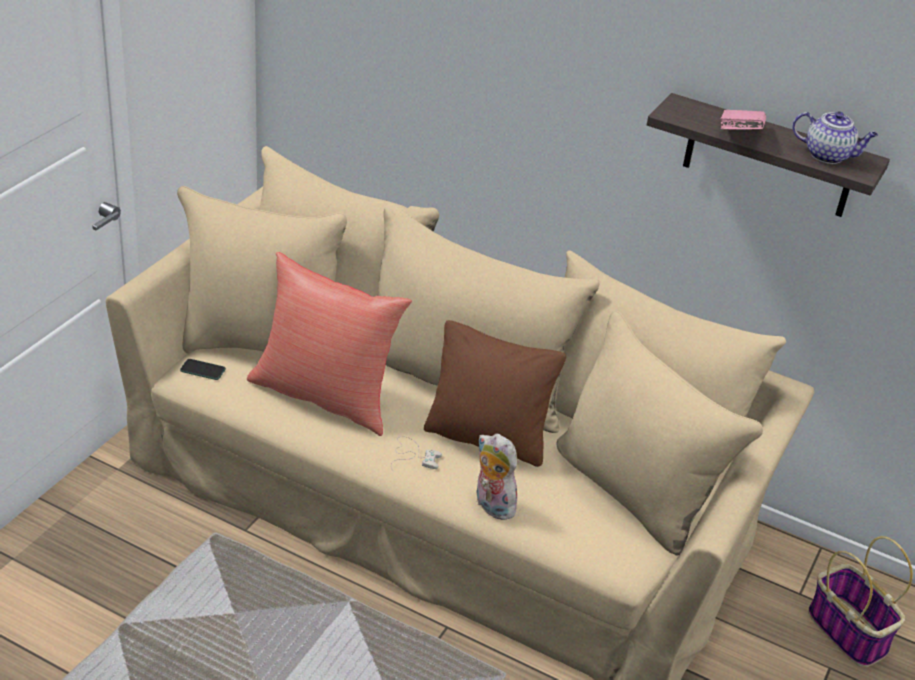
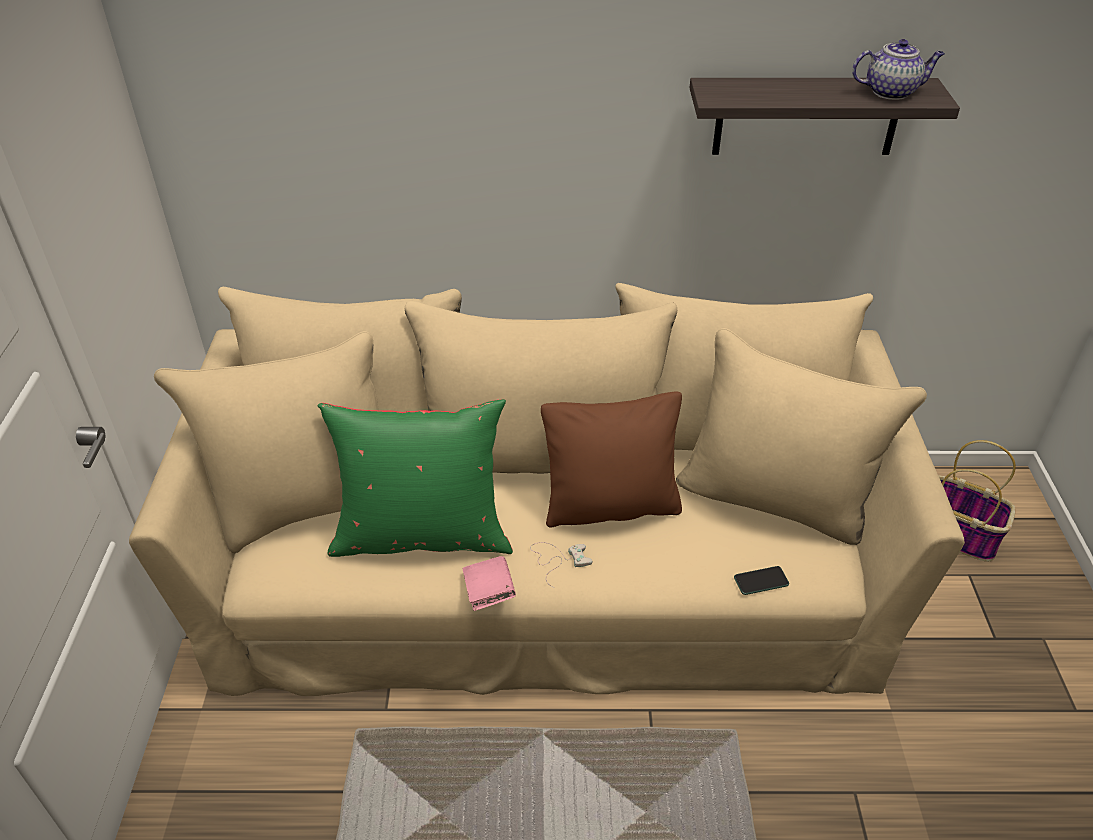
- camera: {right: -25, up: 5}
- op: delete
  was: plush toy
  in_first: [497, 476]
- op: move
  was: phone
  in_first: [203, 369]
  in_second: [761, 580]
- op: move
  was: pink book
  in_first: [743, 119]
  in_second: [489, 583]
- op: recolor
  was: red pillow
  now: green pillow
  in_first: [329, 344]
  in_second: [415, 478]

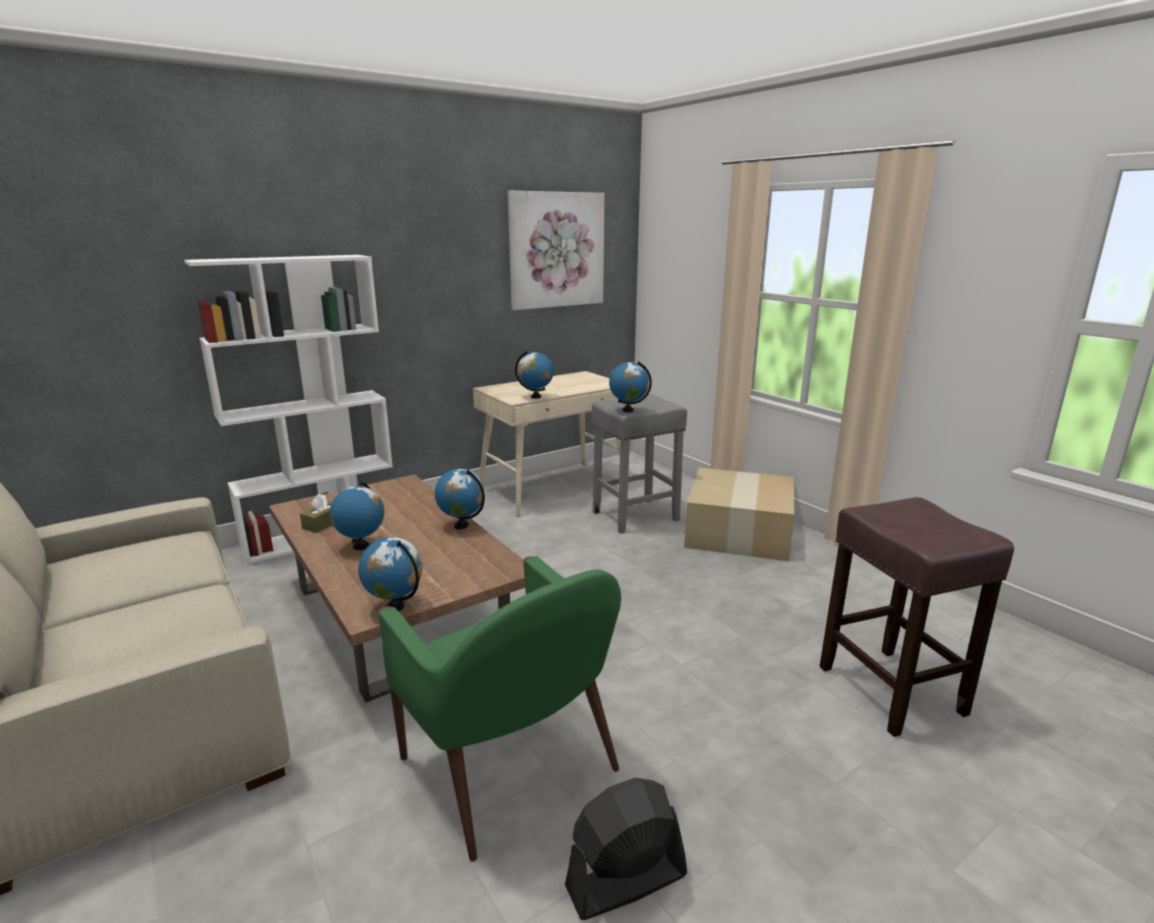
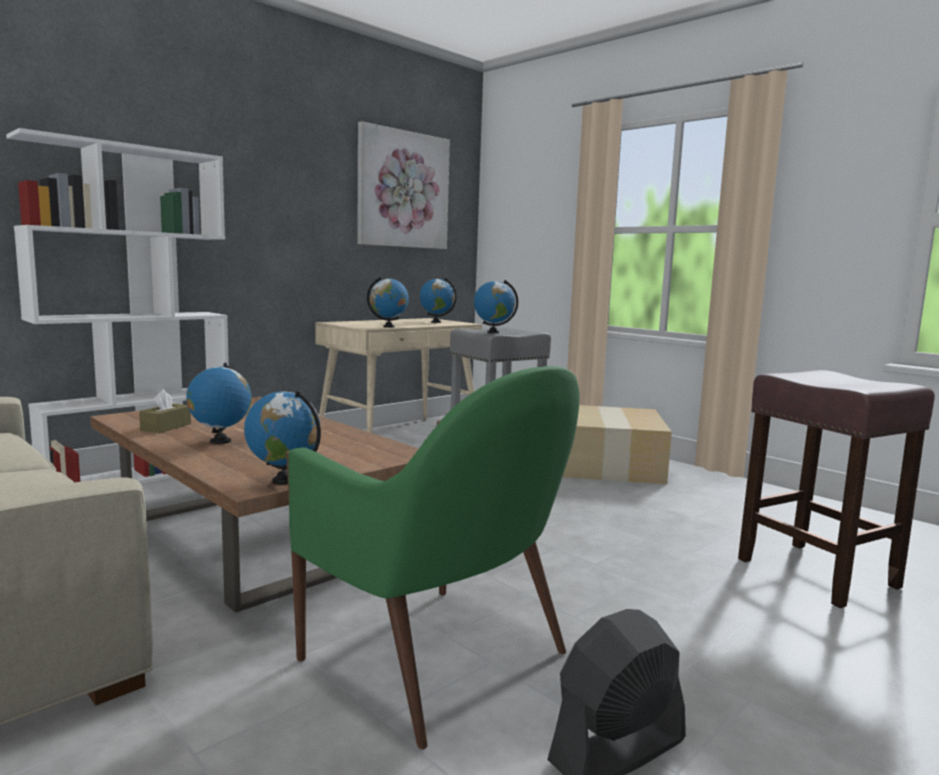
- camera: {right: -10, up: -10}
- op: move
  was: globe
  in_first: [460, 499]
  in_second: [438, 300]

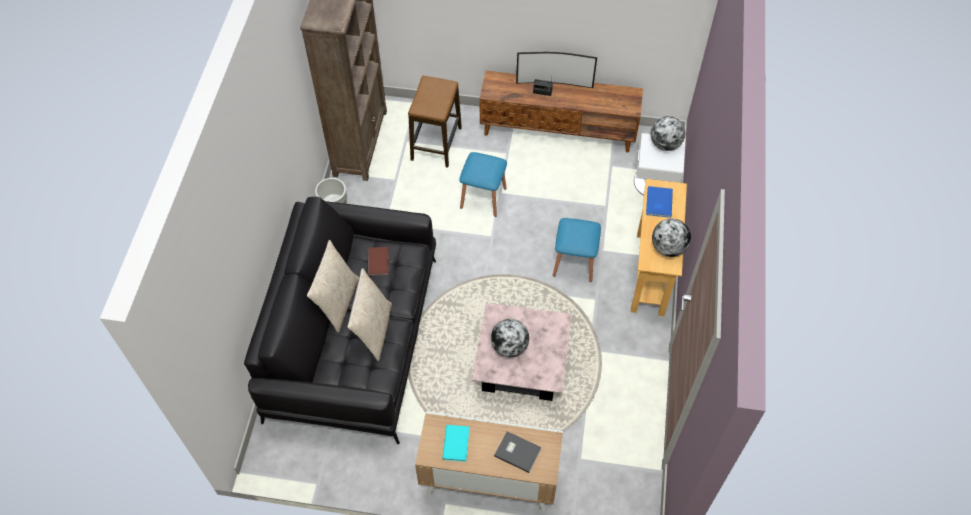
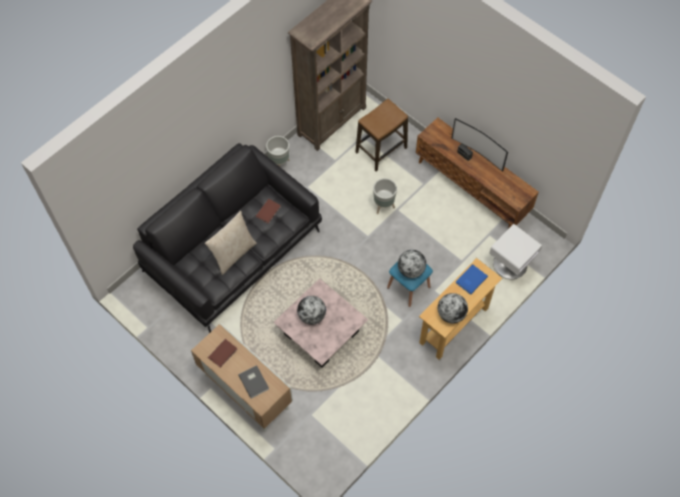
- camera: {right: 35, up: 5}
- op: delete
  was: beige pillow
  in_first: [333, 286]
- op: move
  was: globe
  in_first: [668, 133]
  in_second: [412, 264]
- op: replace
  was: blue stool
  now: grey planter
  in_first: [483, 184]
  in_second: [385, 196]
- op: recolor
  was: turquoise book
  now: brown book
  in_first: [455, 443]
  in_second: [223, 353]

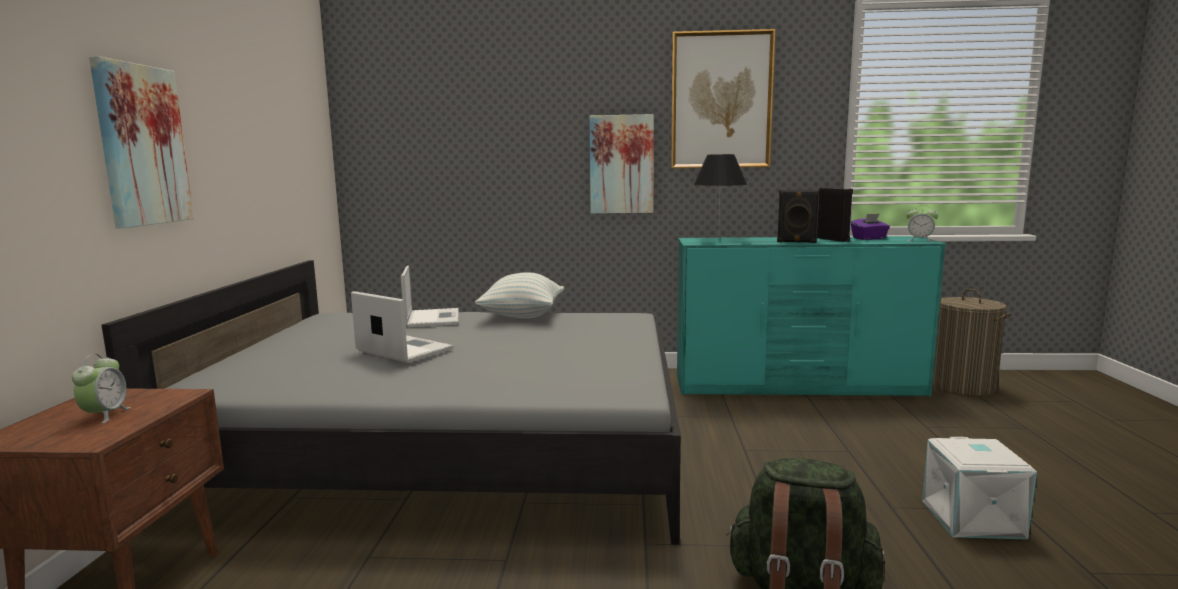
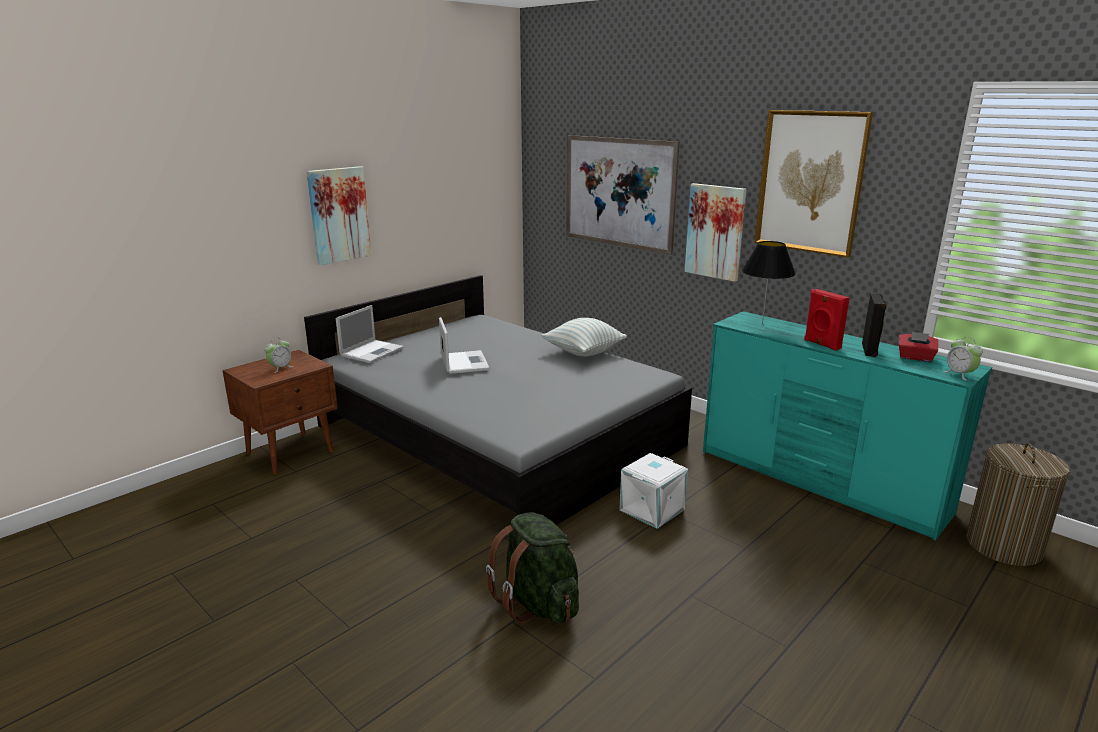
- camera: {right: 40, up: 10}
- op: insert
  now: picture
  in_second: [623, 195]
- op: move
  was: laptop
  in_first: [430, 296]
  in_second: [370, 334]
- op: move
  was: white storage box
  in_first: [979, 488]
  in_second: [653, 491]
- op: recolor
  was: black speaker
  now: red speaker
  in_first: [798, 216]
  in_second: [827, 320]
- op: recolor
  was: purple tissue box
  now: red tissue box
  in_first: [870, 227]
  in_second: [918, 346]

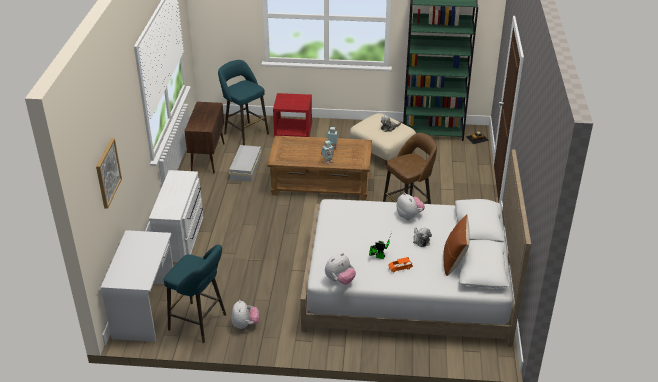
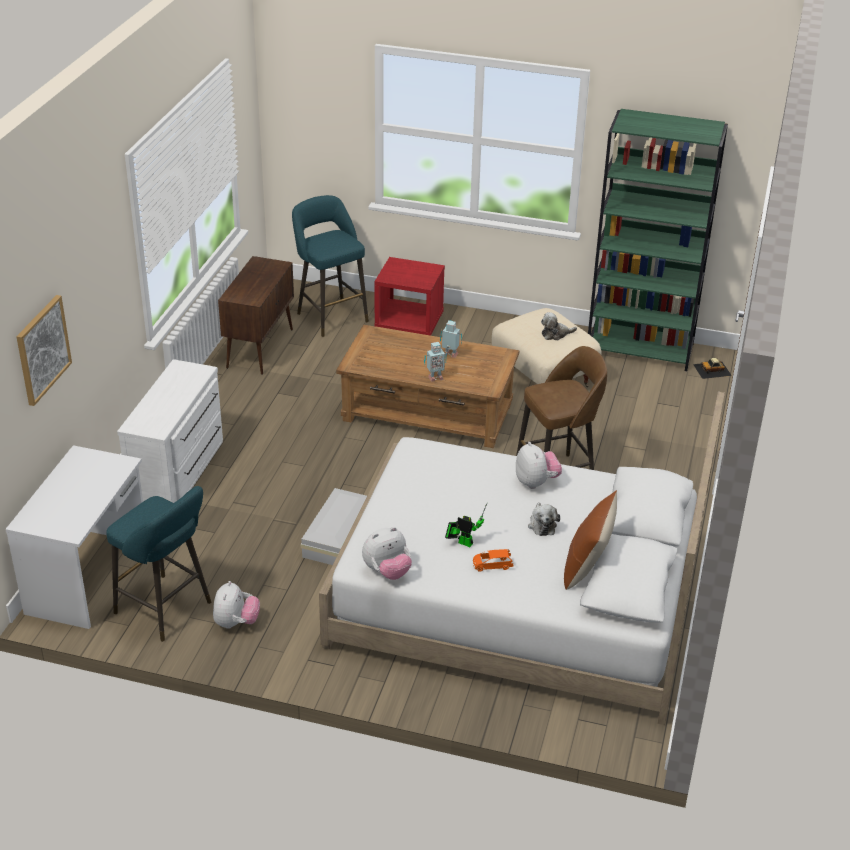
- camera: {right: 10, up: 0}
- op: move
  was: white storage box
  in_first: [245, 163]
  in_second: [334, 526]

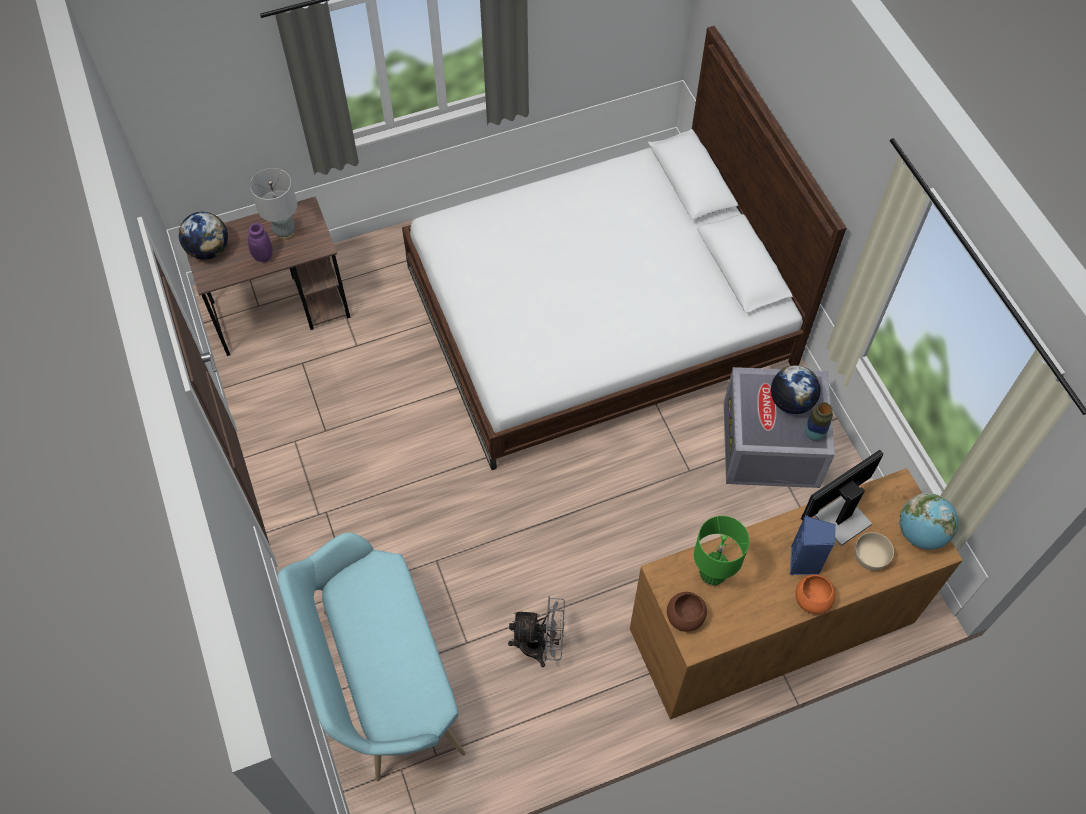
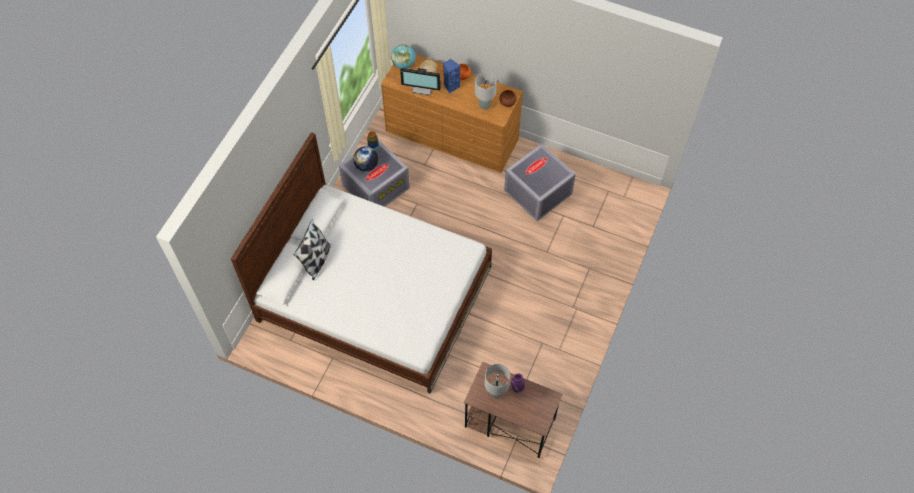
- camera: {right: -135, up: 0}
- op: delete
  was: globe
  in_first: [203, 236]
- op: delete
  was: turquoise bench
  in_first: [372, 657]
- op: insert
  now: pillow
  in_second: [312, 249]
- op: replace
  was: grey fan
  now: grey storage box
  in_first: [536, 631]
  in_second: [540, 182]
- op: recolor
  was: green table lamp
  now: grey table lamp
  in_first: [721, 551]
  in_second: [486, 91]

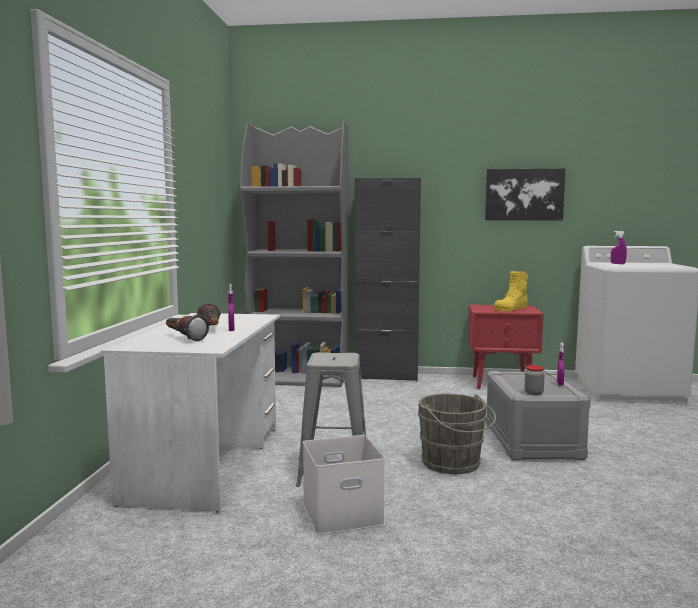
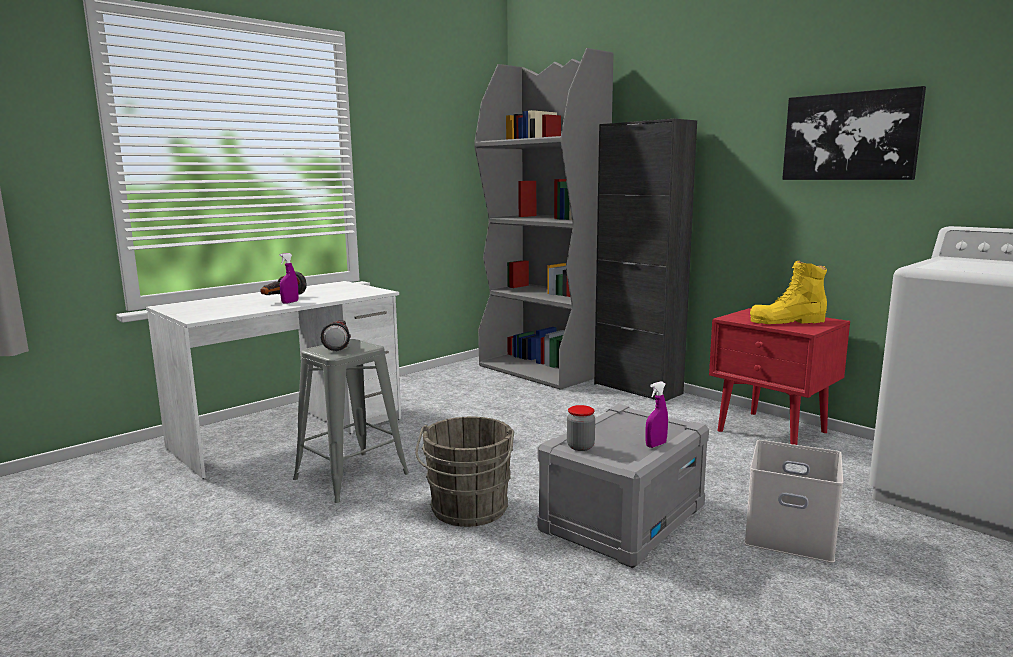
- camera: {right: 40, up: 5}
- op: delete
  was: purple spray bottle
  in_first: [619, 247]
- op: move
  was: flashlight
  in_first: [187, 328]
  in_second: [335, 335]
- op: move
  was: white storage box
  in_first: [344, 485]
  in_second: [793, 501]

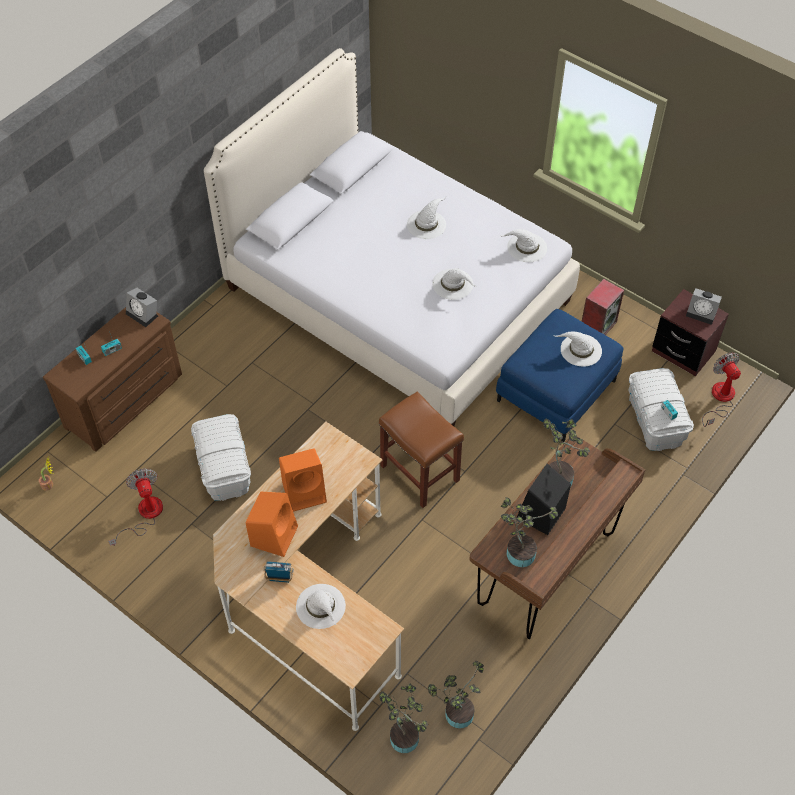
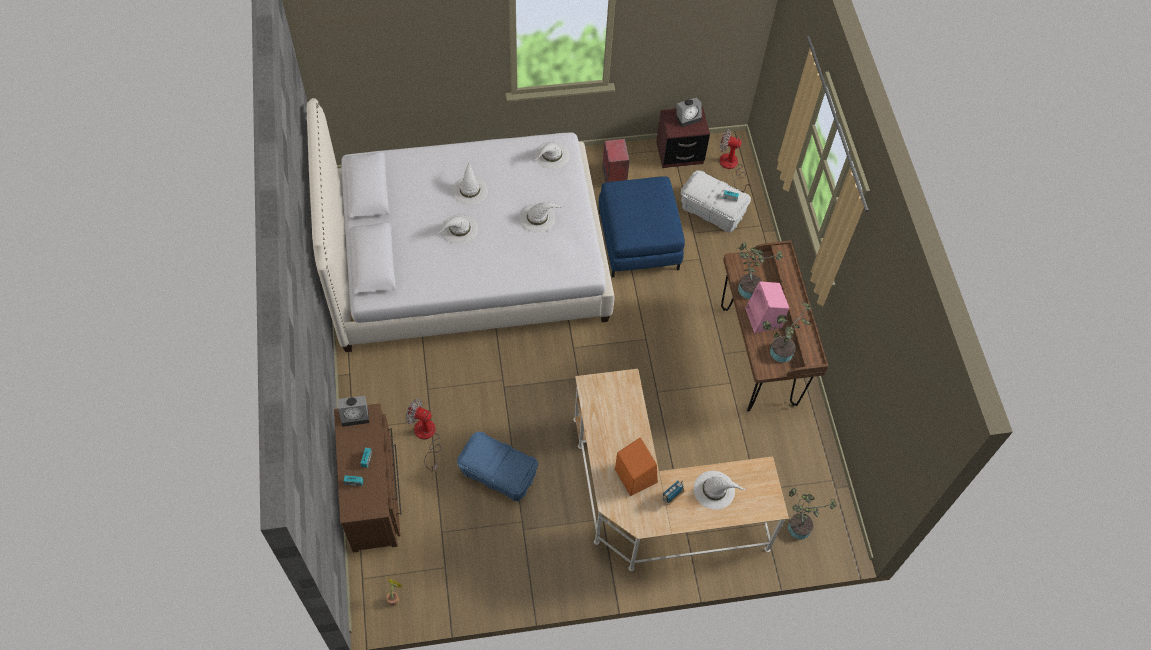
- camera: {right: -50, up: 5}
- op: delete
  was: orange speaker
  in_first: [303, 480]
- op: delete
  was: brown stool
  in_first: [421, 449]
- op: delete
  was: potted plant
  in_first: [456, 695]
- op: move
  was: fan
  in_first: [135, 507]
  in_second: [423, 434]
- op: move
  was: white hat
  in_first: [578, 349]
  in_second: [458, 229]
- op: recolor
  was: white storage box
  now: blue storage box
  in_first: [221, 457]
  in_second: [497, 466]
- op: recolor
  was: black speaker
  now: pink speaker
  in_first: [544, 499]
  in_second: [767, 307]

